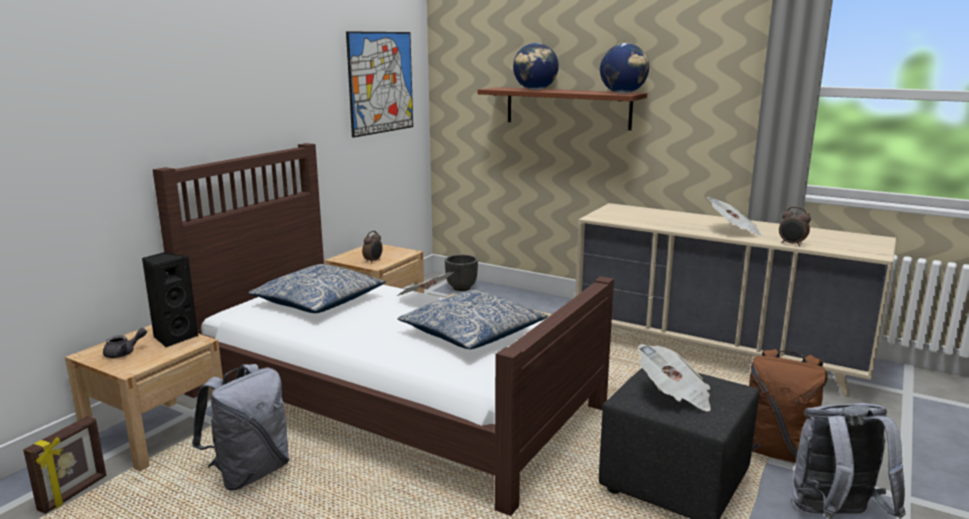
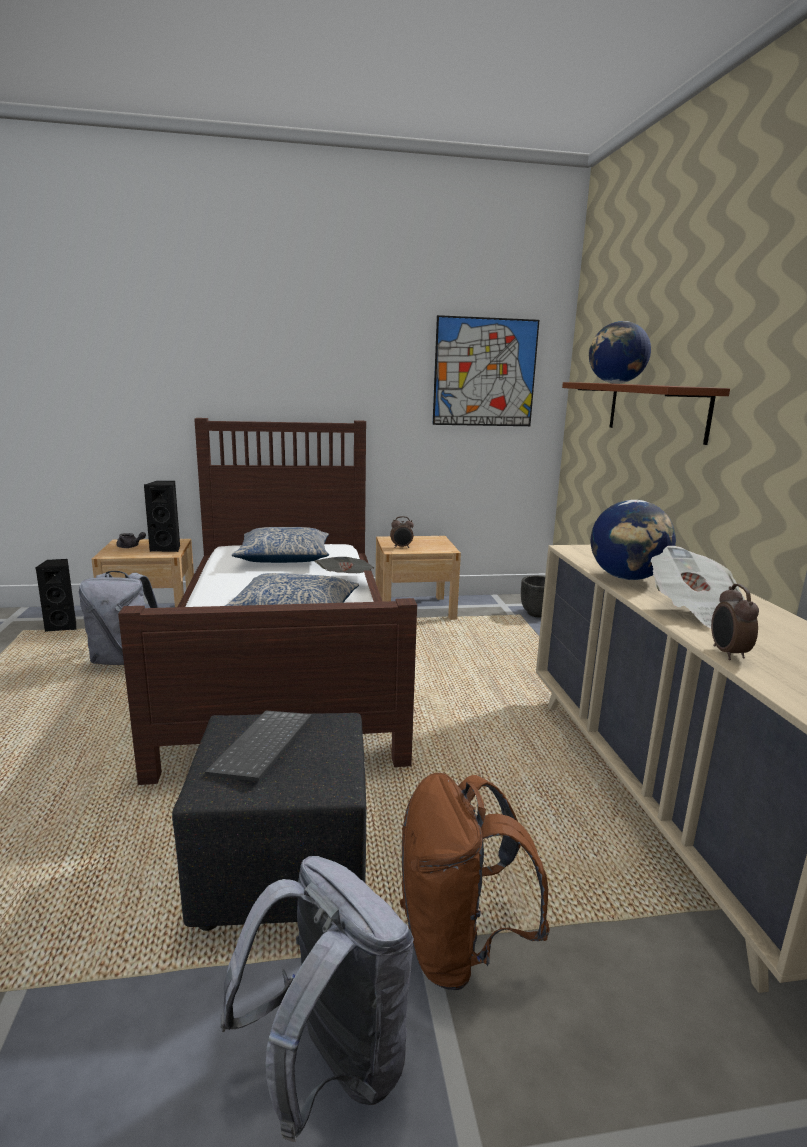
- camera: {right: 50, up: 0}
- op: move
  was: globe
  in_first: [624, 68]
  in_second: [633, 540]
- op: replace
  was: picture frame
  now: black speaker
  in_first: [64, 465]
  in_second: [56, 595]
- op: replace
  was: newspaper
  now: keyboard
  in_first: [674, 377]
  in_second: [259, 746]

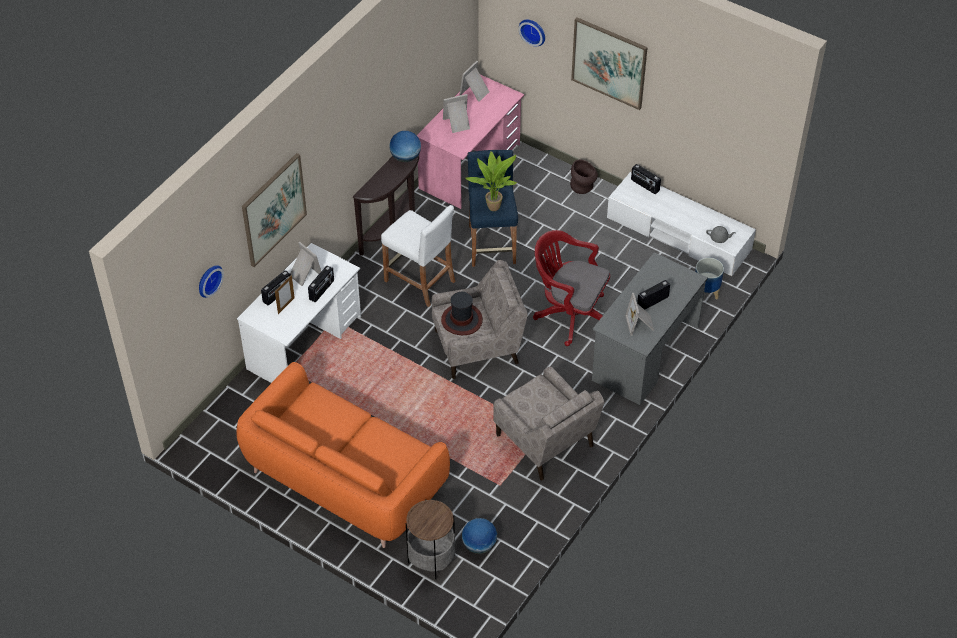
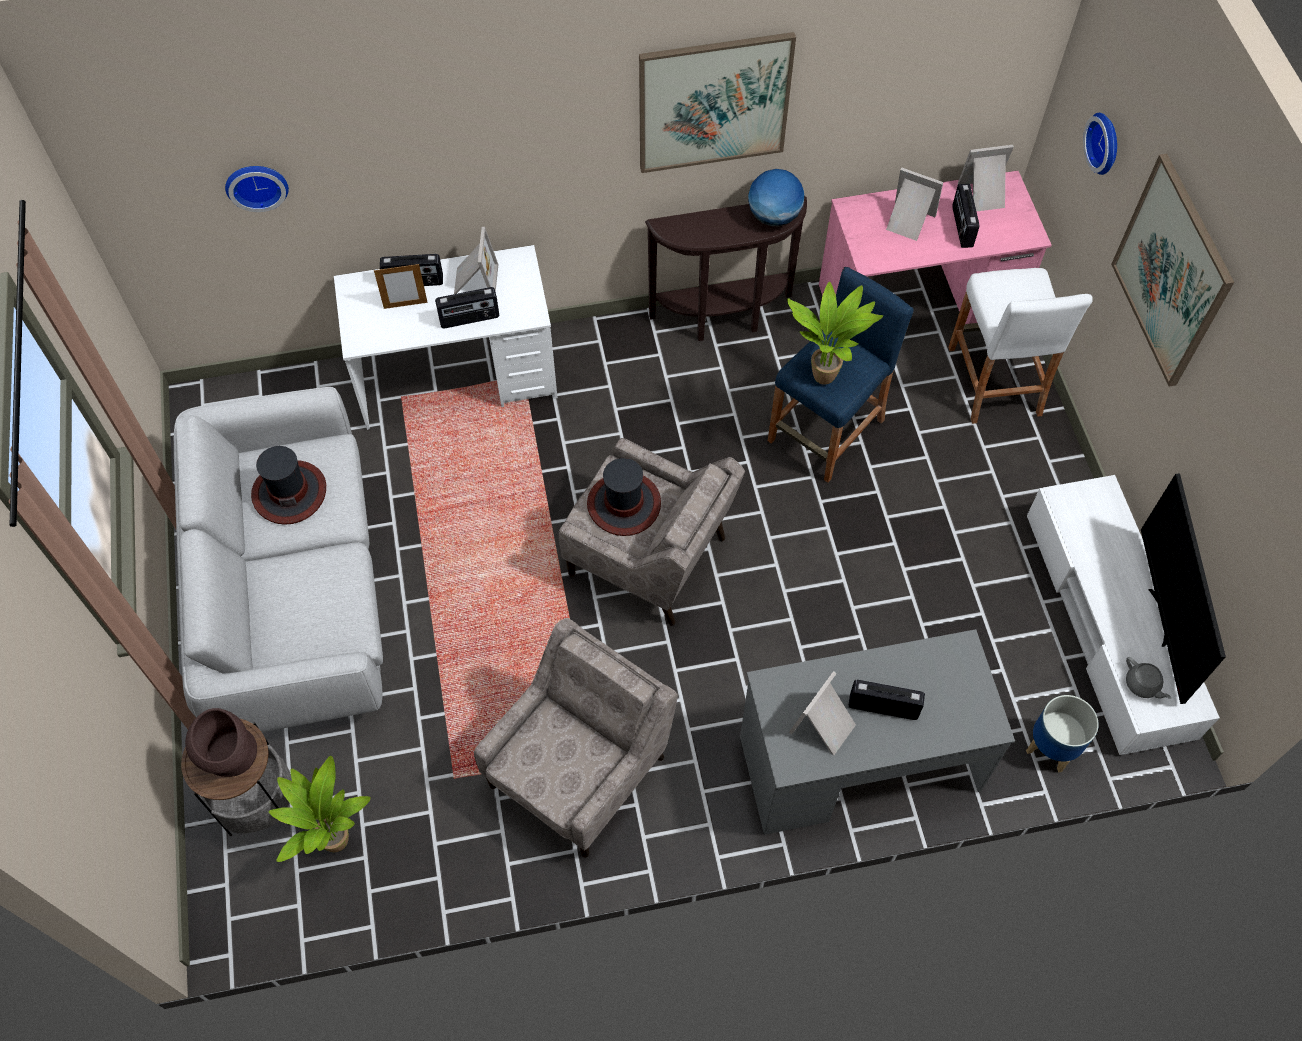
- camera: {right: 45, up: 10}
- op: delete
  was: red office chair
  in_first: [571, 288]
- op: insert
  now: hat
  in_second: [288, 485]
- op: insert
  now: television
  in_second: [1183, 589]
- op: move
  was: picture
  in_first: [274, 210]
  in_second: [717, 102]
- op: move
  was: white stool
  in_first: [418, 256]
  in_second: [1020, 346]
- op: move
  was: brown vase
  in_first: [584, 176]
  in_second: [221, 742]
- op: move
  was: radio
  in_first: [646, 179]
  in_second: [965, 216]
- op: replace
  was: globe
  now: potted plant
  in_first: [479, 536]
  in_second: [320, 809]
- op: recolor
  was: orange sofa
  now: grey sofa
  in_first: [343, 455]
  in_second: [278, 559]
- op: rotate
  was: beige armchair
  in_first: [548, 423]
  in_second: [576, 738]
  clockwise: -150

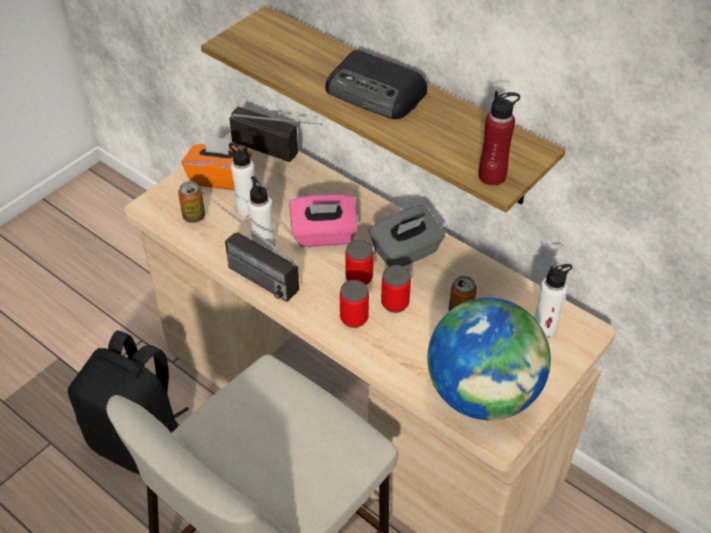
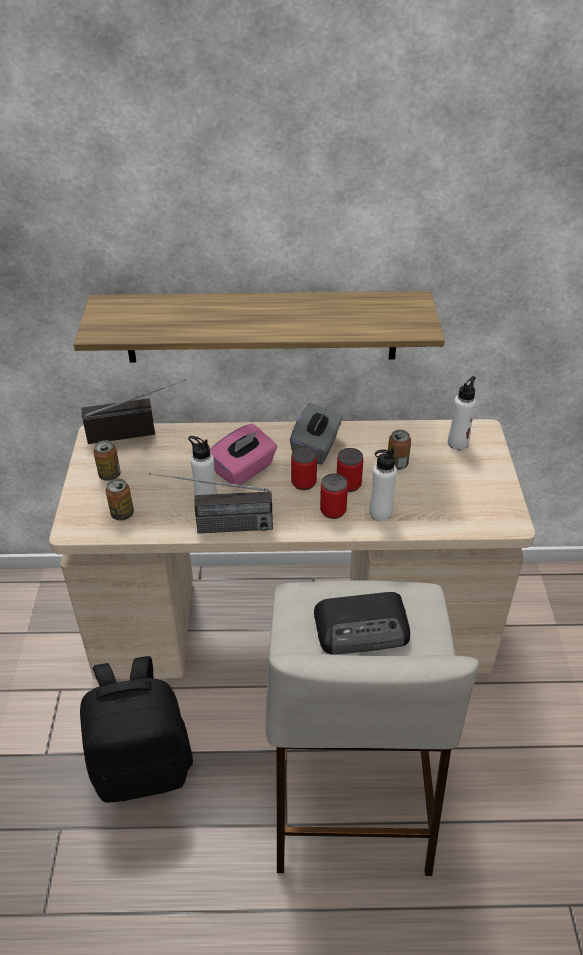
- camera: {right: -40, up: -5}
- op: delete
  was: globe
  in_first: [489, 359]
- op: delete
  was: red bottle
  in_first: [499, 138]
- op: move
  was: white bottle
  in_first: [242, 179]
  in_second: [383, 484]
- op: move
  was: radio
  in_first: [376, 84]
  in_second: [362, 623]
- op: replace
  was: orange tissue box
  now: can
  in_first: [217, 162]
  in_second: [107, 460]

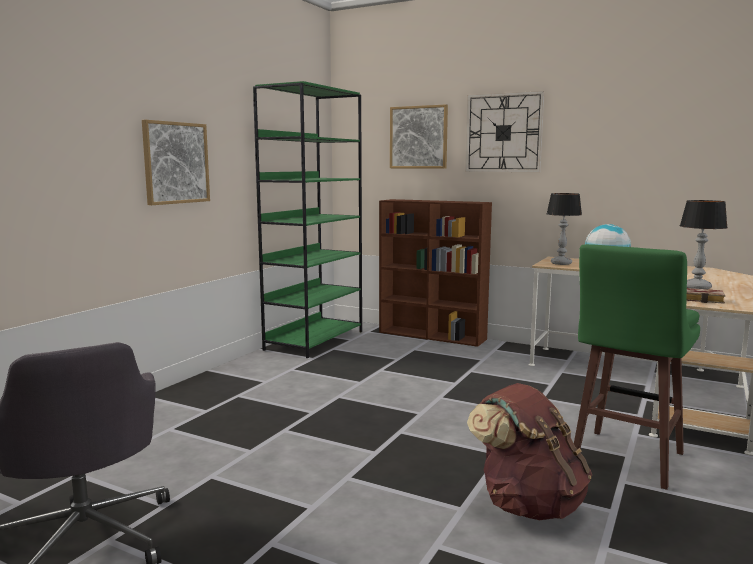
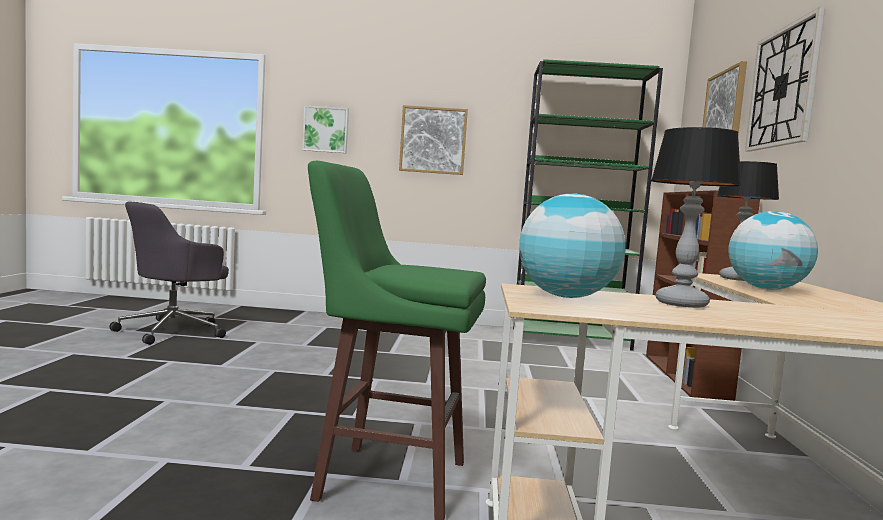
- camera: {right: 65, up: -5}
- op: delete
  was: brown backpack
  in_first: [529, 451]
- op: insert
  now: picture
  in_second: [325, 129]
- op: replace
  was: book
  now: globe
  in_first: [705, 296]
  in_second: [572, 246]

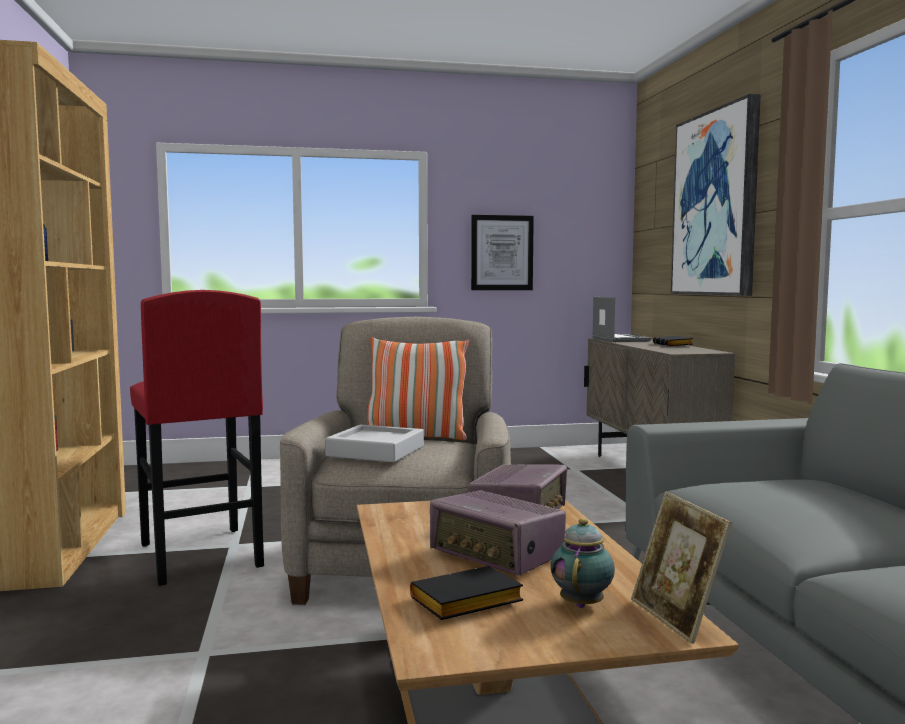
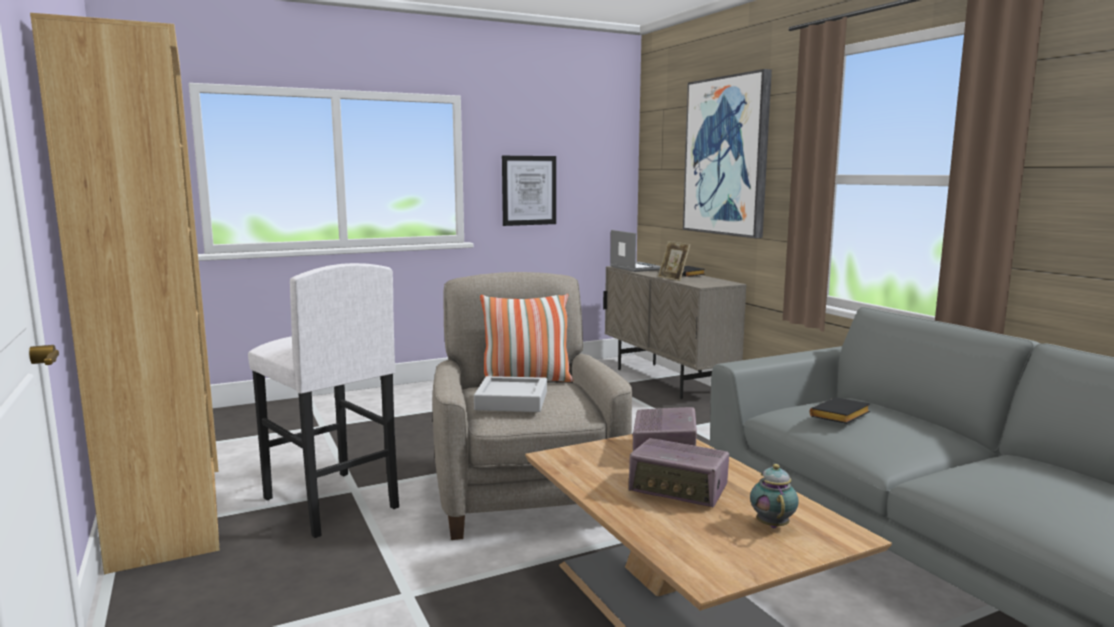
- camera: {right: -15, up: 5}
- op: move
  was: black book
  in_first: [466, 593]
  in_second: [840, 410]
- op: move
  was: picture frame
  in_first: [681, 567]
  in_second: [674, 261]
- op: recolor
  was: red stool
  now: white stool
  in_first: [197, 438]
  in_second: [323, 400]

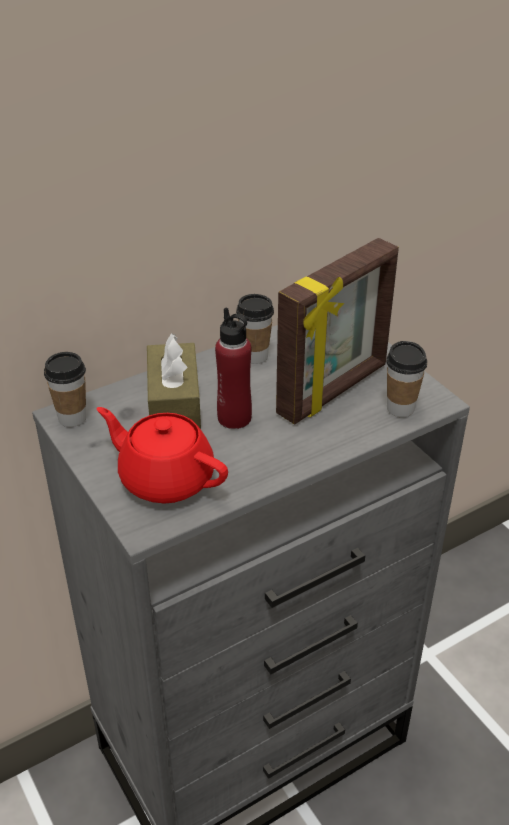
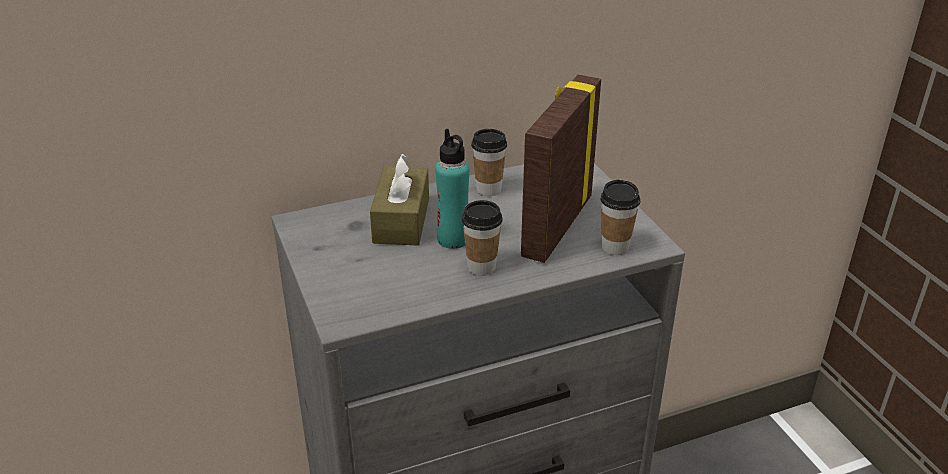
- camera: {right: 10, up: -5}
- op: delete
  was: red teapot
  in_first: [162, 455]
- op: move
  was: cup
  in_first: [65, 389]
  in_second: [482, 238]
- op: recolor
  was: red bottle
  now: turquoise bottle
  in_first: [233, 368]
  in_second: [452, 189]
- op: rotate
  was: picture frame
  in_first: [337, 331]
  in_second: [561, 168]
  clockwise: 150

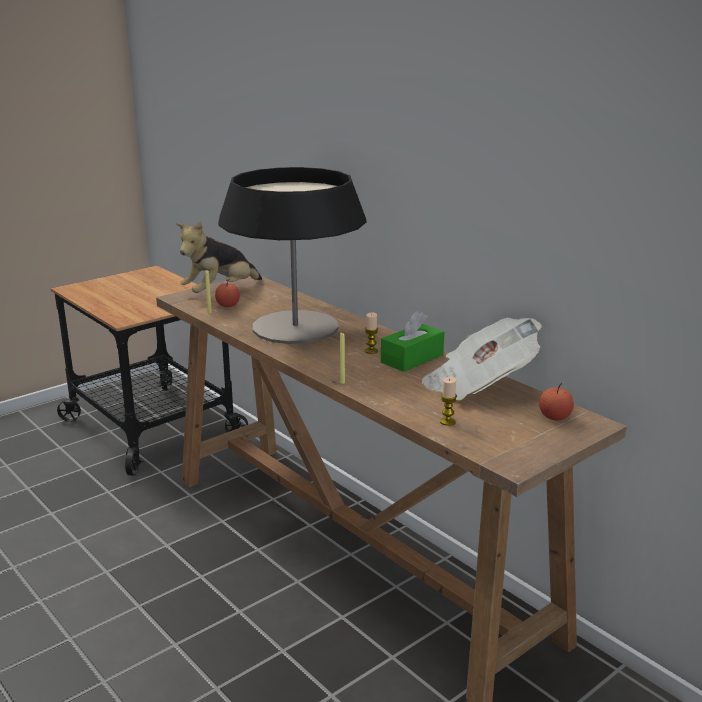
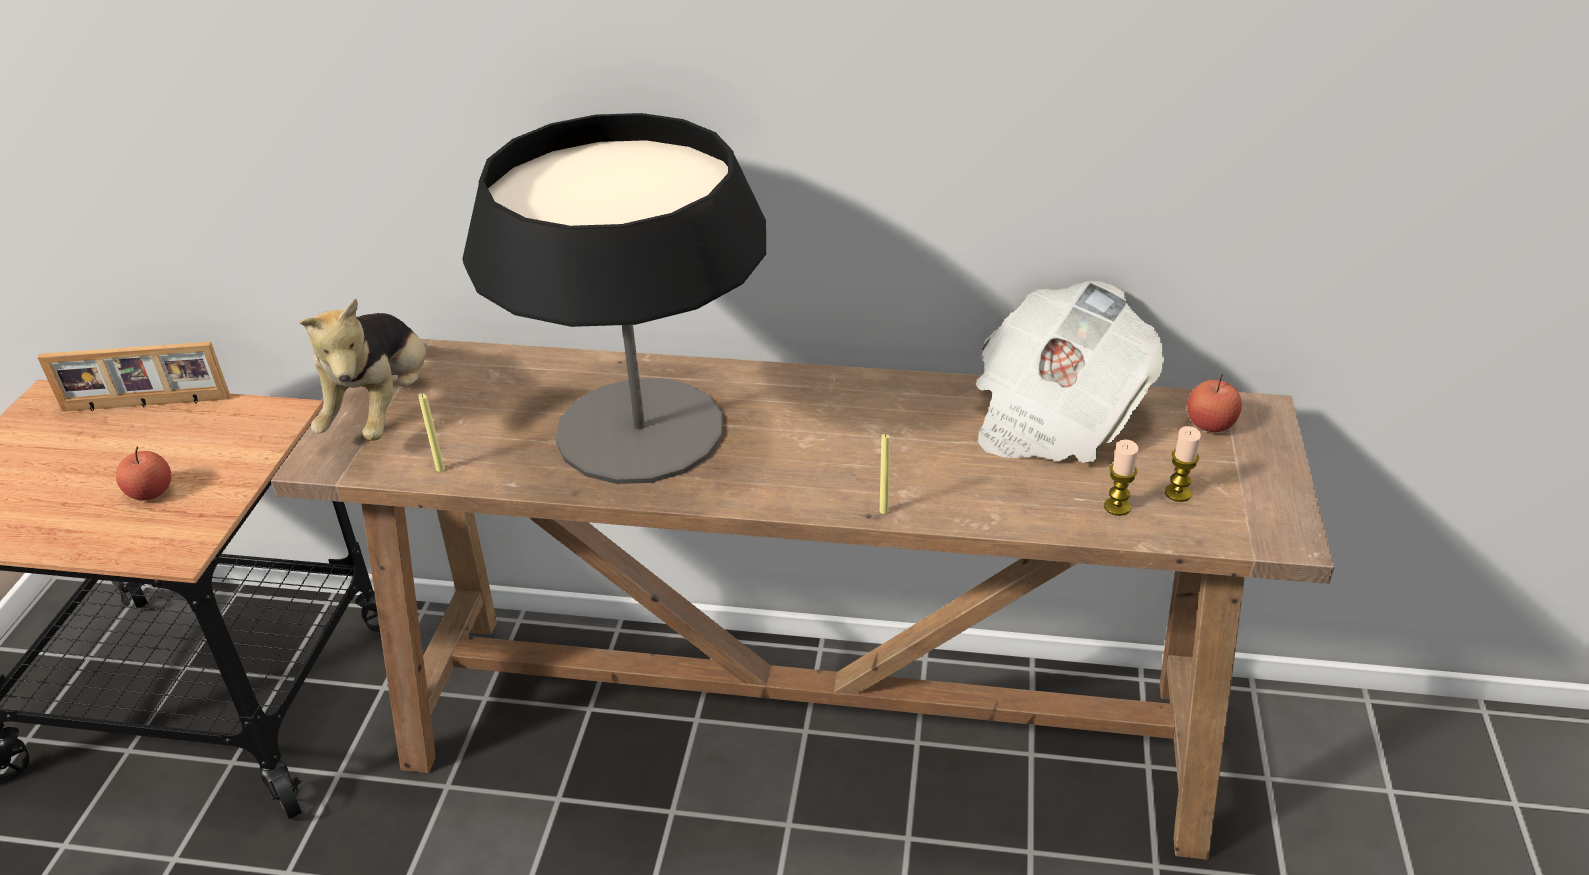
- camera: {right: -40, up: 15}
- op: delete
  was: green tissue box
  in_first: [412, 341]
- op: insert
  now: picture frame
  in_second: [133, 376]
- op: move
  was: apple
  in_first: [227, 293]
  in_second: [143, 473]
- op: move
  was: candle
  in_first: [371, 333]
  in_second: [1183, 464]

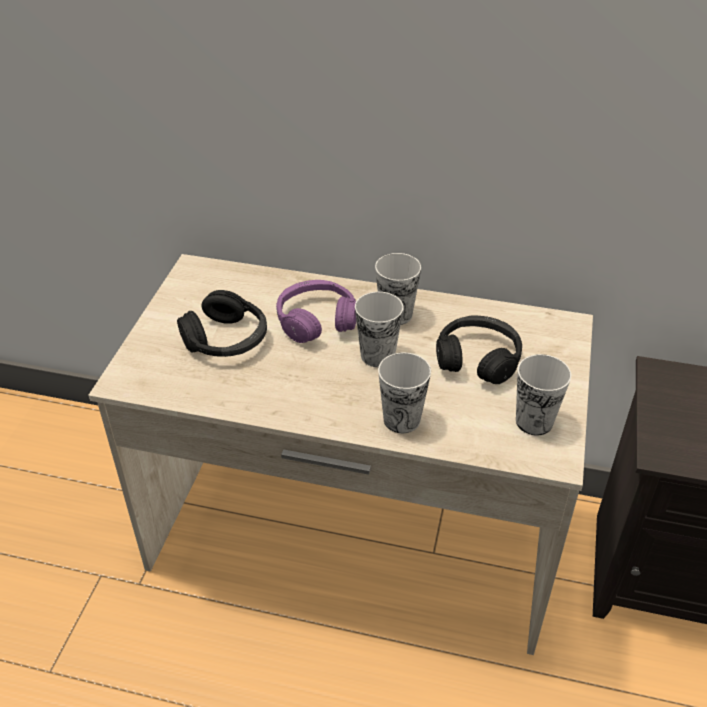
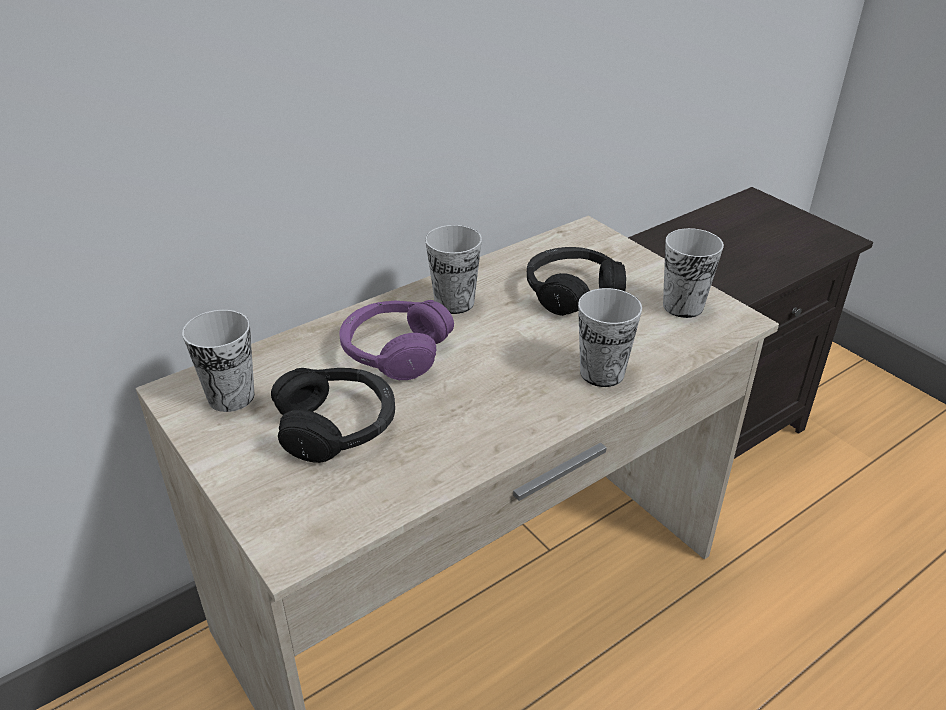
- camera: {right: -50, up: -5}
- op: move
  was: cup
  in_first: [379, 329]
  in_second: [218, 361]

